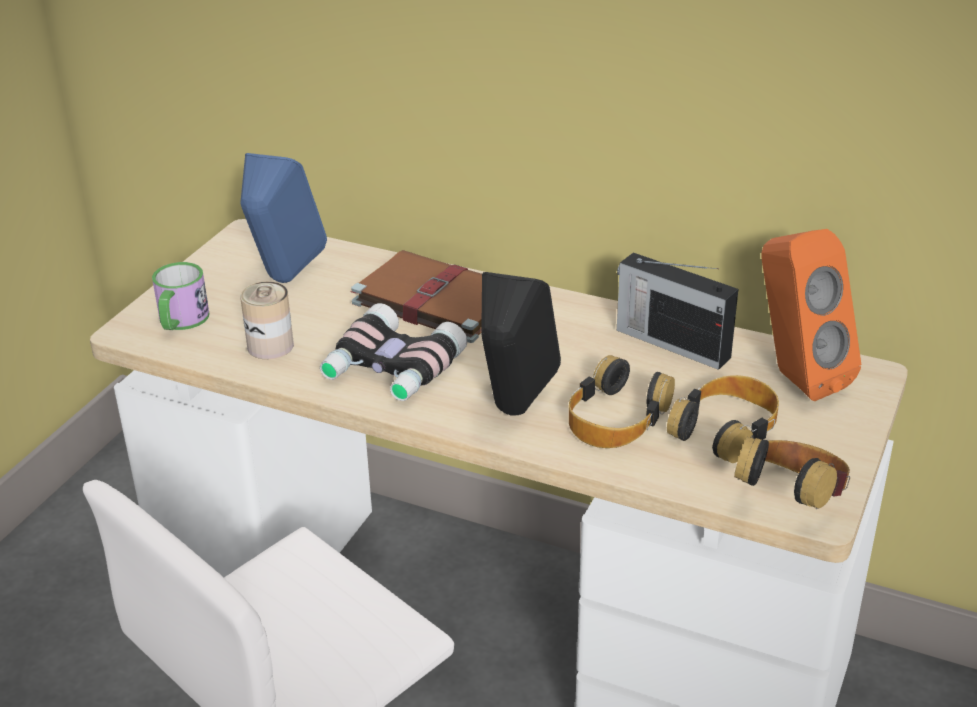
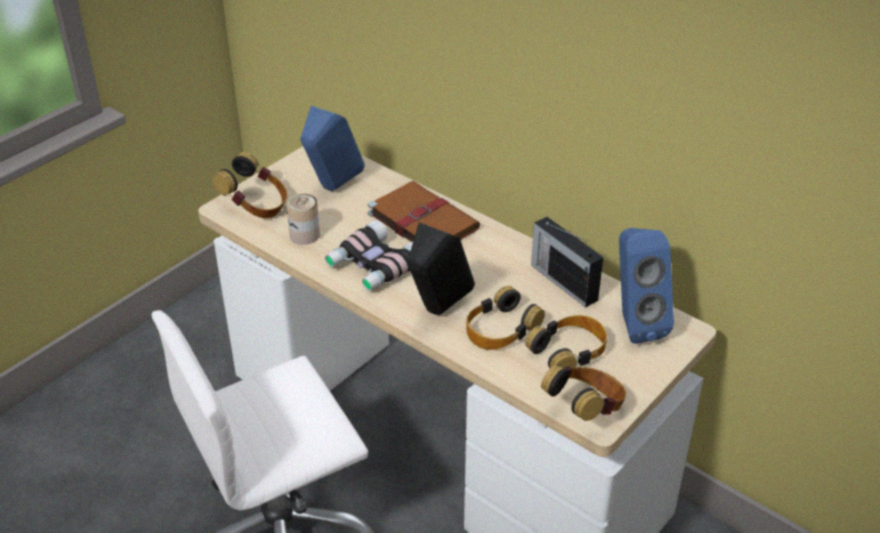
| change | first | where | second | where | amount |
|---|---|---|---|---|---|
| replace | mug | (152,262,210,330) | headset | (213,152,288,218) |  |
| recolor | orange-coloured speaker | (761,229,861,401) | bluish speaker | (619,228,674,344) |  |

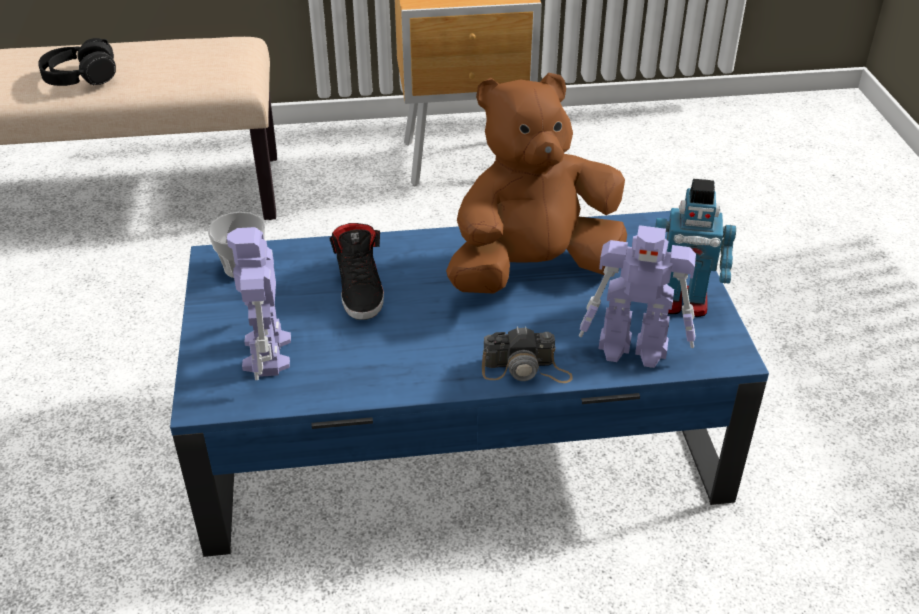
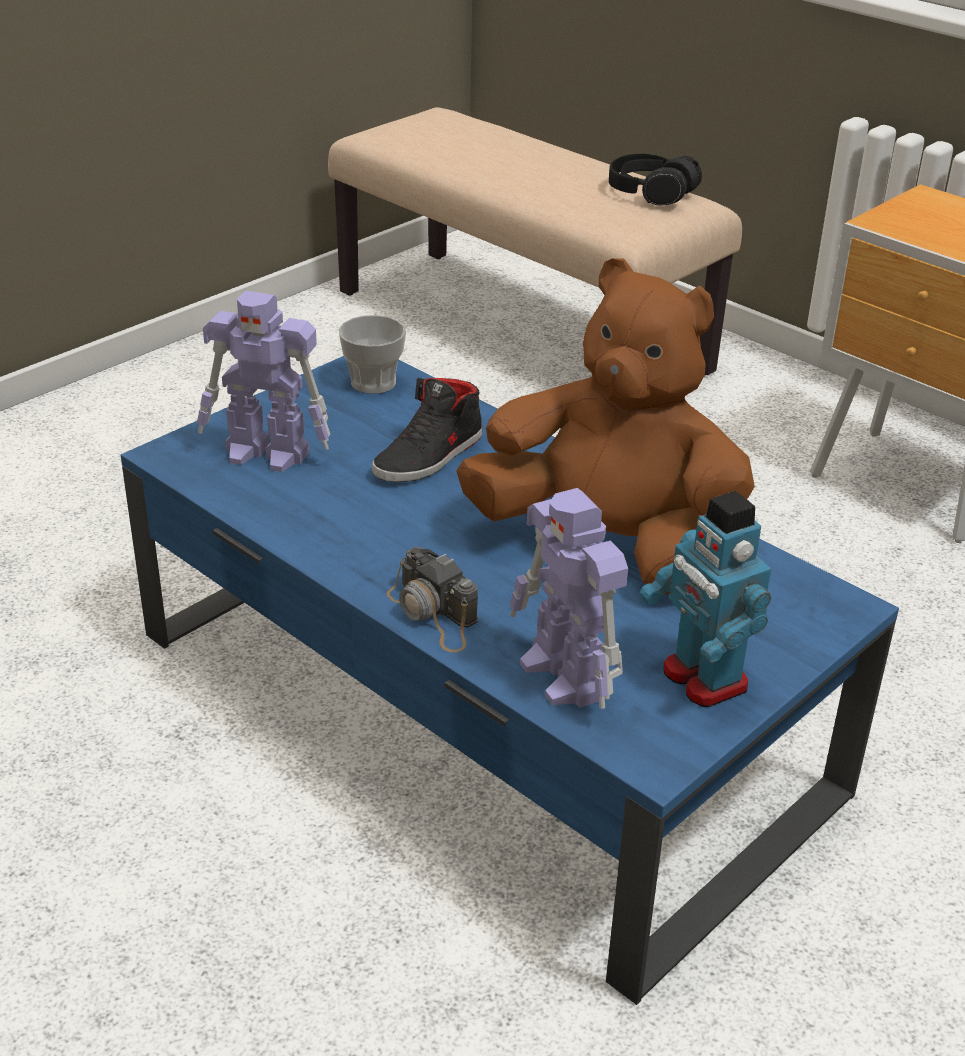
| change | first | where | second | where | amount |
|---|---|---|---|---|---|
| rotate | robot figure | (227,227,291,380) |  | (197,291,330,472) | 120 degrees counterclockwise |
| move | blackish headset | (38,38,116,86) |  | (609,154,702,206) |  |

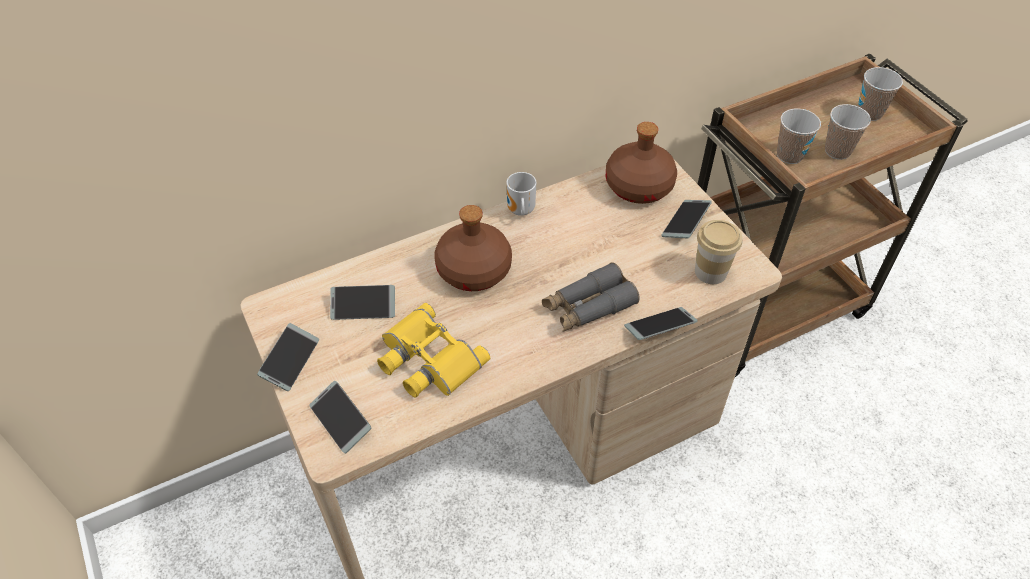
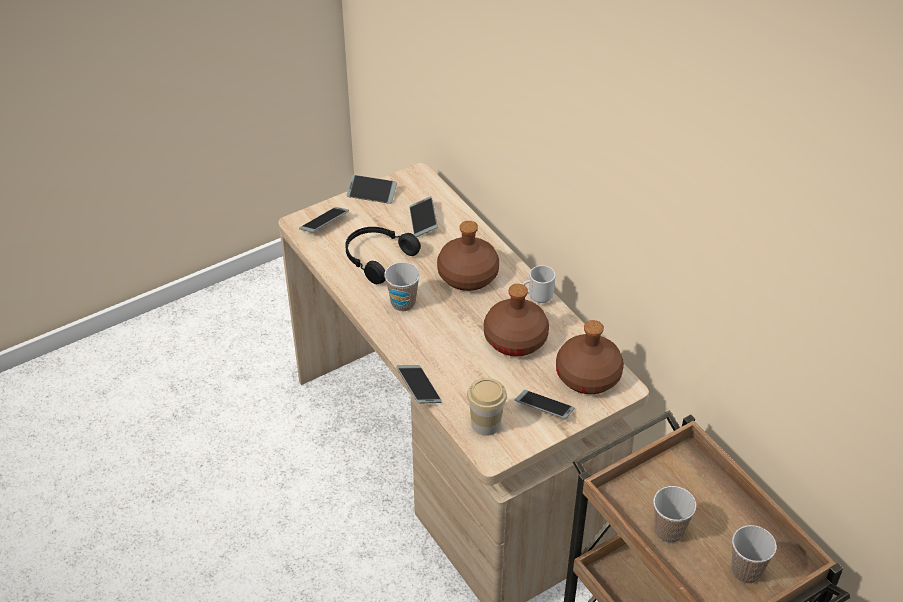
| change | first | where | second | where | amount |
|---|---|---|---|---|---|
| replace | yellow-coloured pair of binoculars | (377,303,490,398) | blackish headset | (345,227,421,284) |  |
| move | drinking cup | (777,108,821,164) |  | (384,262,420,311) |  |
| insert |  |  | brownish drink bottle | (484,284,549,356) |  |
| delete | greyish pair of binoculars | (542,262,640,332) |  |  |  |

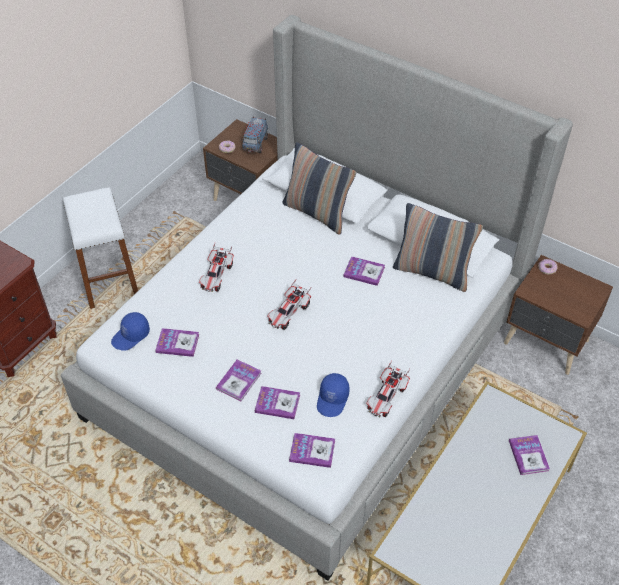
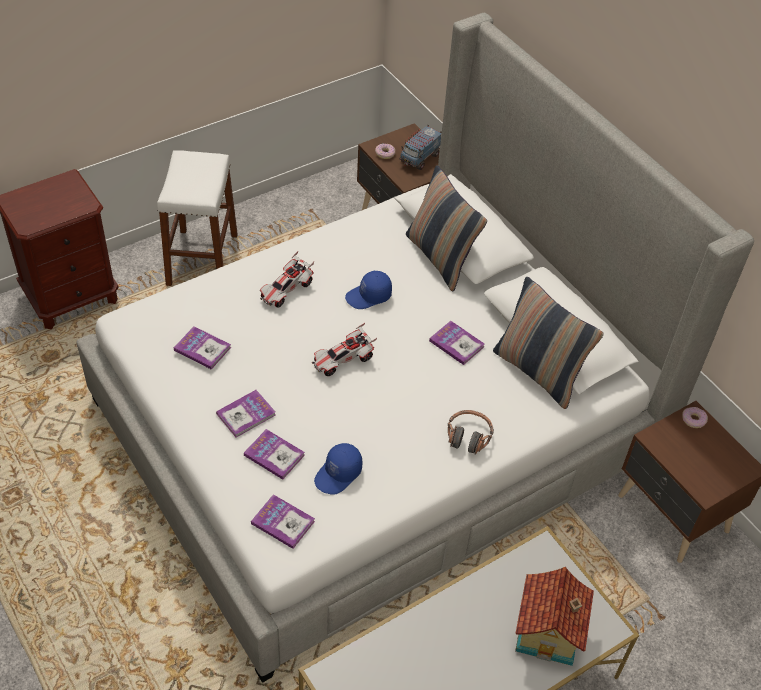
| change | first | where | second | where | amount |
|---|---|---|---|---|---|
| move | bluish peaked cap | (111,312,150,351) |  | (345,271,392,309) |  |
| insert |  |  | headset | (448,410,494,454) |  |
| replace | book | (509,435,550,475) | miniature house | (515,567,594,666) |  |
| delete | model car | (366,360,410,417) |  |  |  |

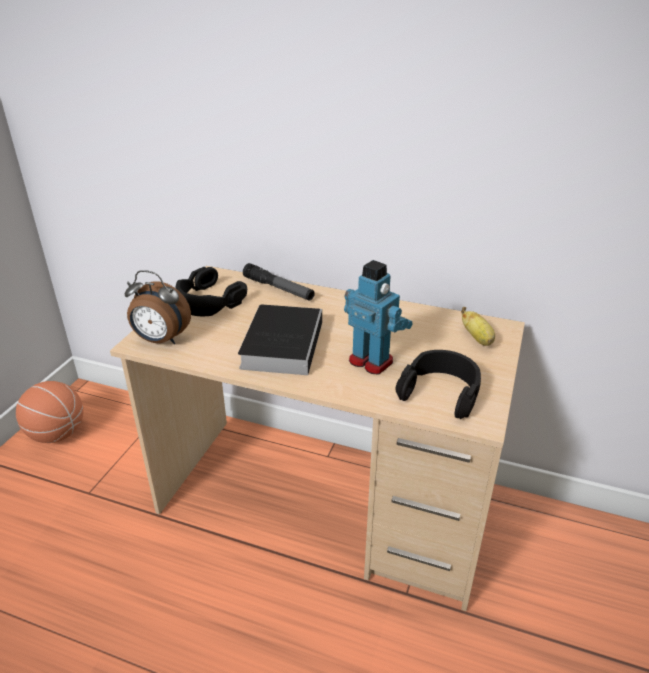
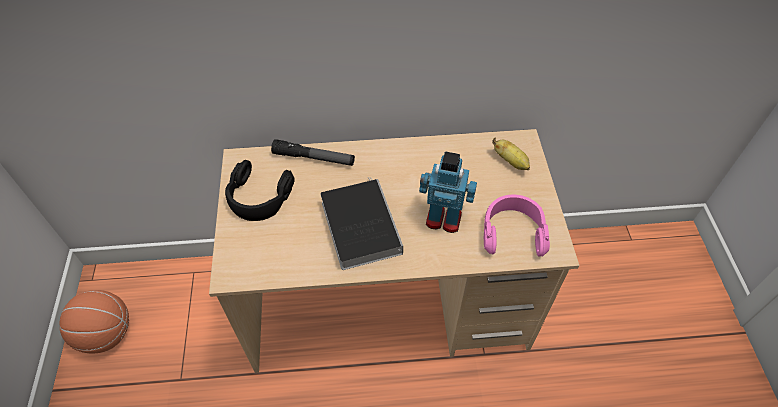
| change | first | where | second | where | amount |
|---|---|---|---|---|---|
| recolor | blackish headset | (395,350,481,419) | pinkish headset | (484,195,550,257) |  |
| delete | bedside clock | (125,270,191,344) |  |  |  |

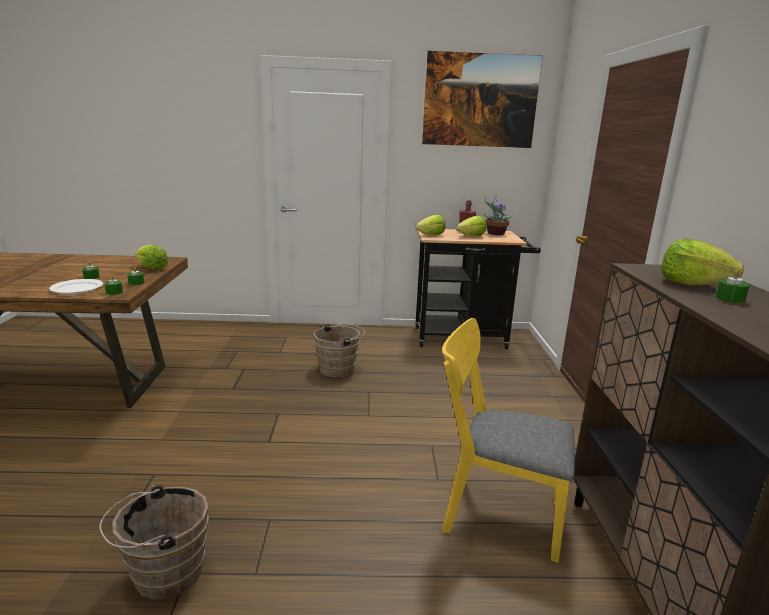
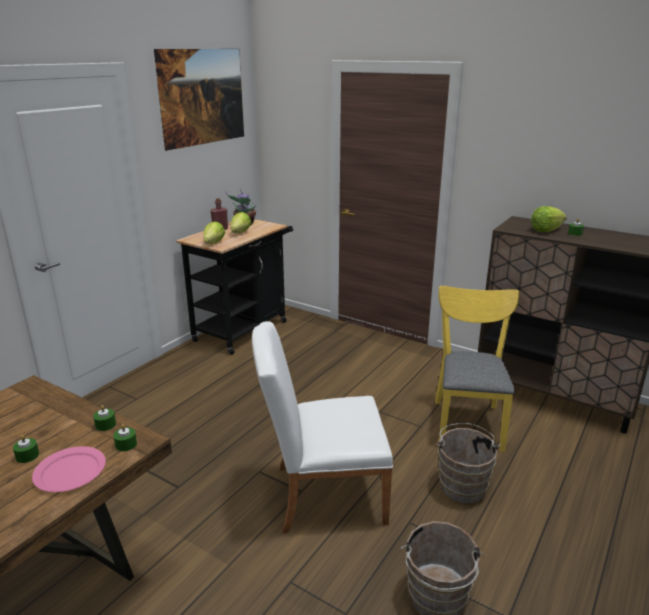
| change | first | where | second | where | amount |
|---|---|---|---|---|---|
| recolor | white-coloured flat dish | (49,279,103,294) | pinkish flat dish | (32,446,106,492) |  |
| insert |  |  | white-coloured plain chair | (252,321,393,533) |  |
| rotate | yellow-coloured plain chair | (442,318,575,563) |  | (435,286,519,452) | 135 degrees clockwise |
| move | brownish bucket | (314,324,365,377) |  | (436,423,501,503) |  |
| delete | head of lettuce | (135,244,168,270) |  |  |  |

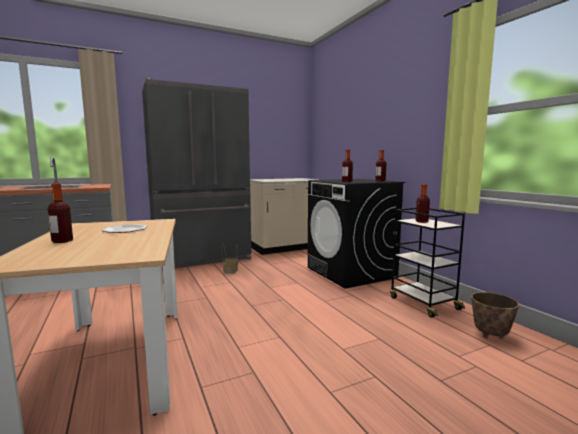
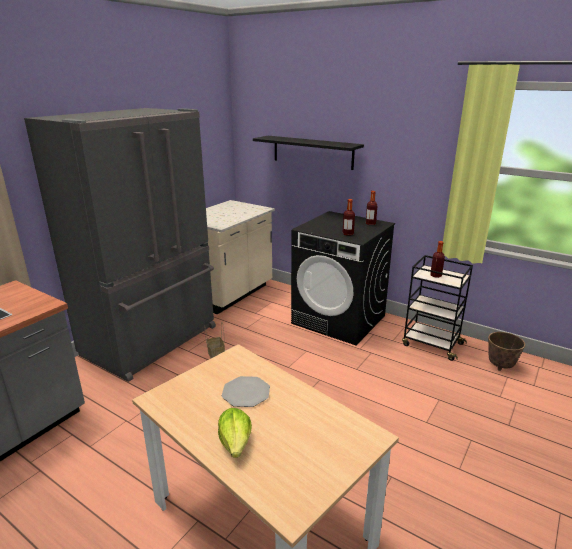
| change | first | where | second | where | amount |
|---|---|---|---|---|---|
| replace | drink bottle | (48,183,73,243) | head of lettuce | (218,408,252,458) |  |
| insert |  |  | blackish shelf | (253,136,364,170) |  |

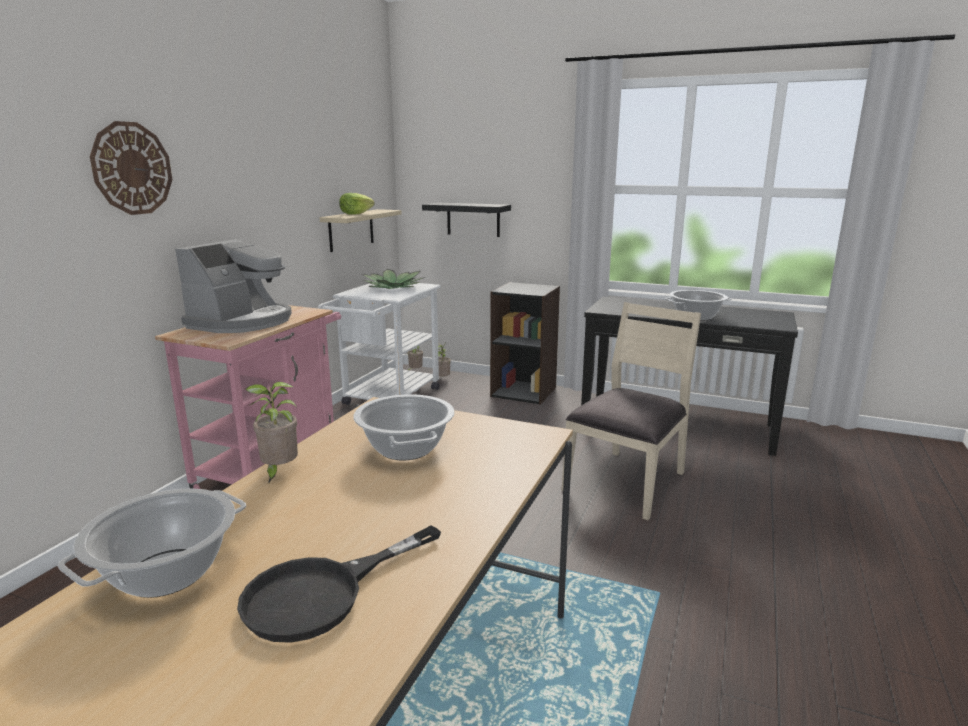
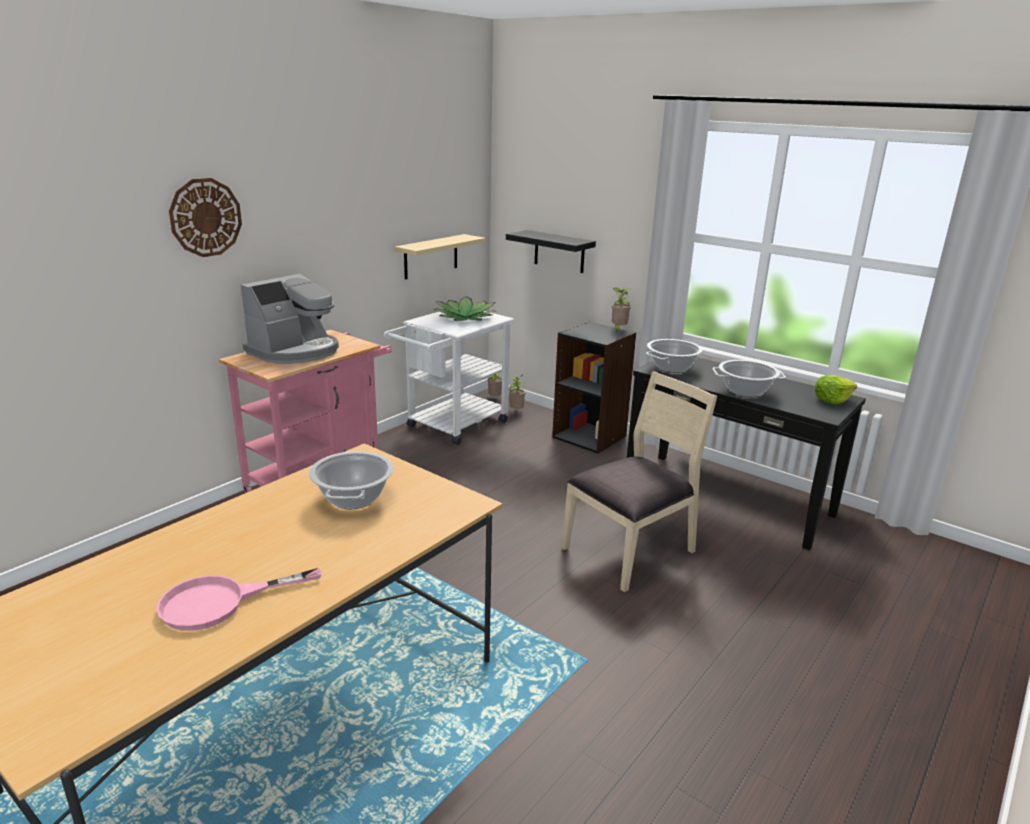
| change | first | where | second | where | amount |
|---|---|---|---|---|---|
| recolor | blackish frying pan | (237,526,441,643) | pinkish frying pan | (156,568,322,631) |  |
| move | houseplant | (246,382,298,484) |  | (612,288,632,332) |  |
| move | saucepot | (58,488,246,598) |  | (646,339,703,373) |  |
| move | head of lettuce | (339,193,375,214) |  | (815,375,857,404) |  |

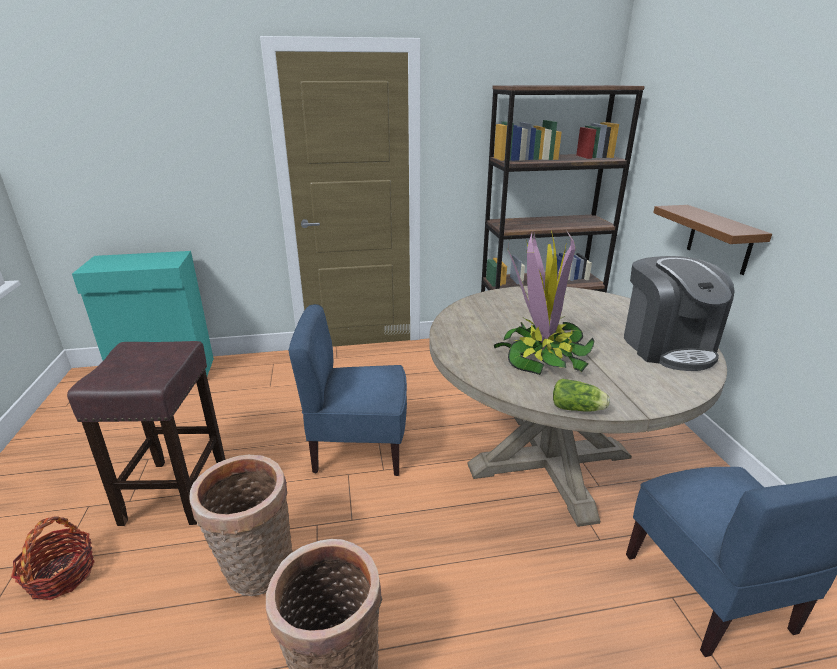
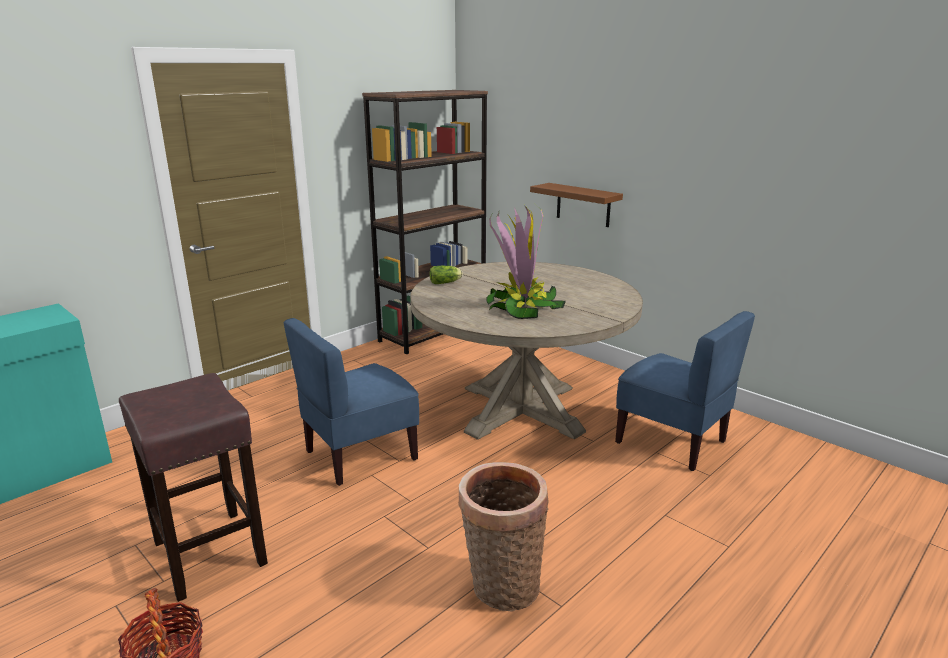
| change | first | where | second | where | amount |
|---|---|---|---|---|---|
| move | head of lettuce | (553,379,610,412) |  | (429,266,463,284) |  |
| delete | basket | (190,455,293,596) |  |  |  |
| delete | coffee brewer | (624,256,735,371) |  |  |  |

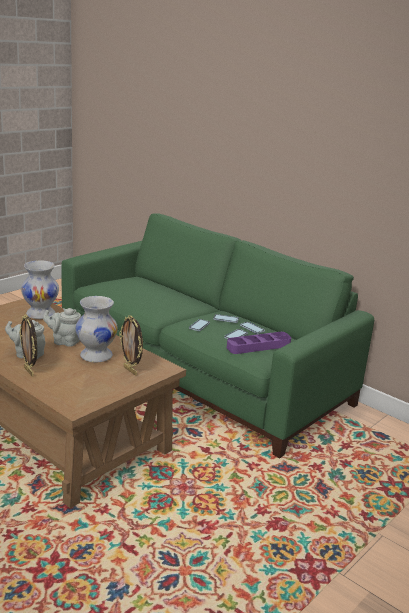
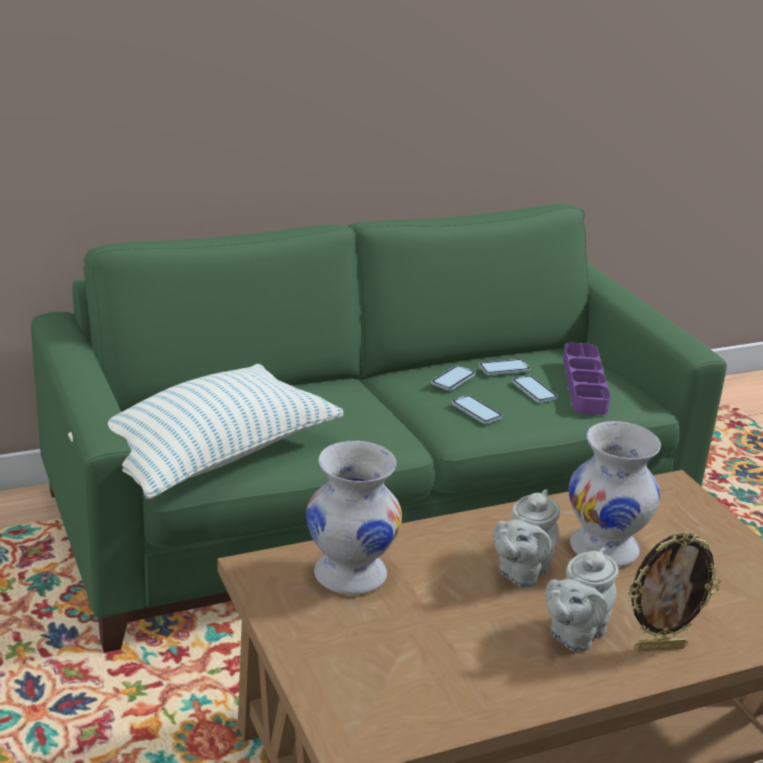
| change | first | where | second | where | amount |
|---|---|---|---|---|---|
| insert |  |  | pillow | (68,364,343,499) |  |
| delete | standing frame | (119,315,143,375) |  |  |  |

